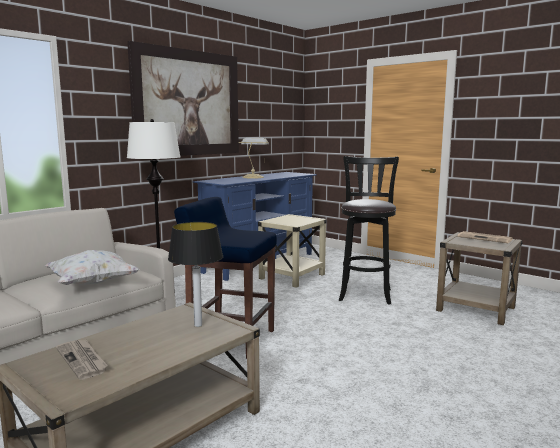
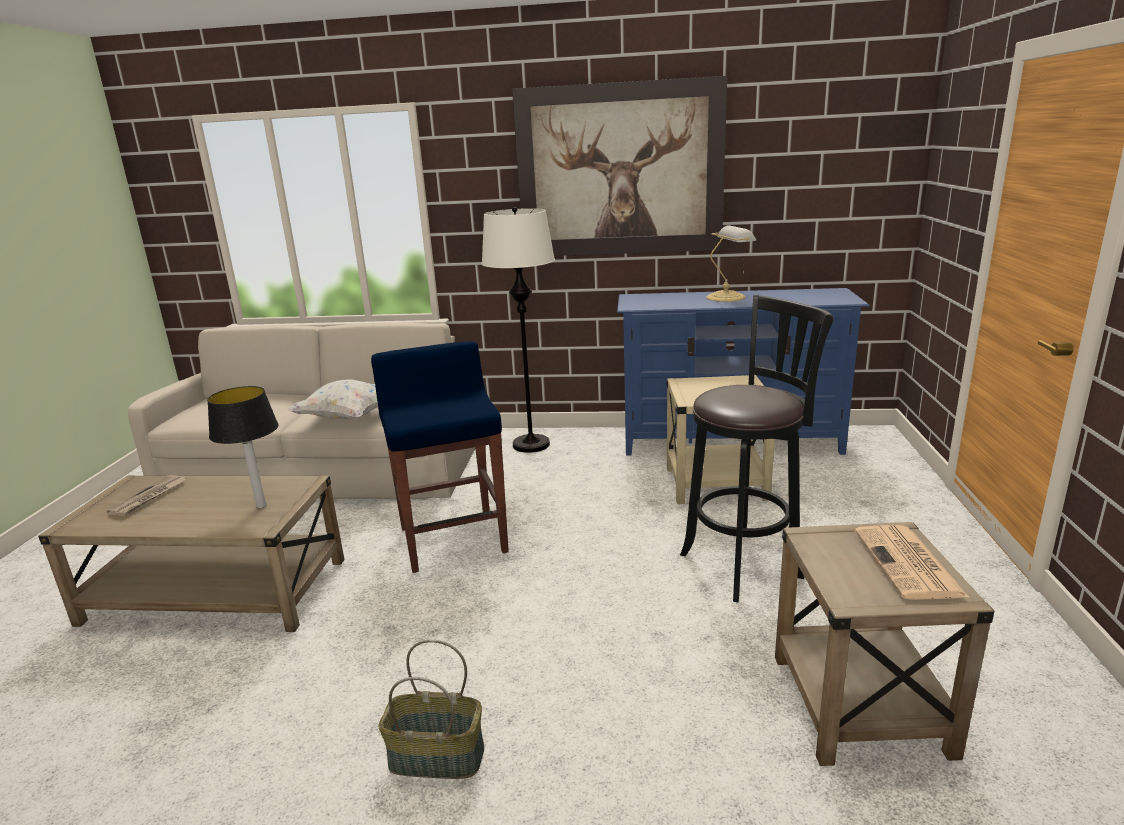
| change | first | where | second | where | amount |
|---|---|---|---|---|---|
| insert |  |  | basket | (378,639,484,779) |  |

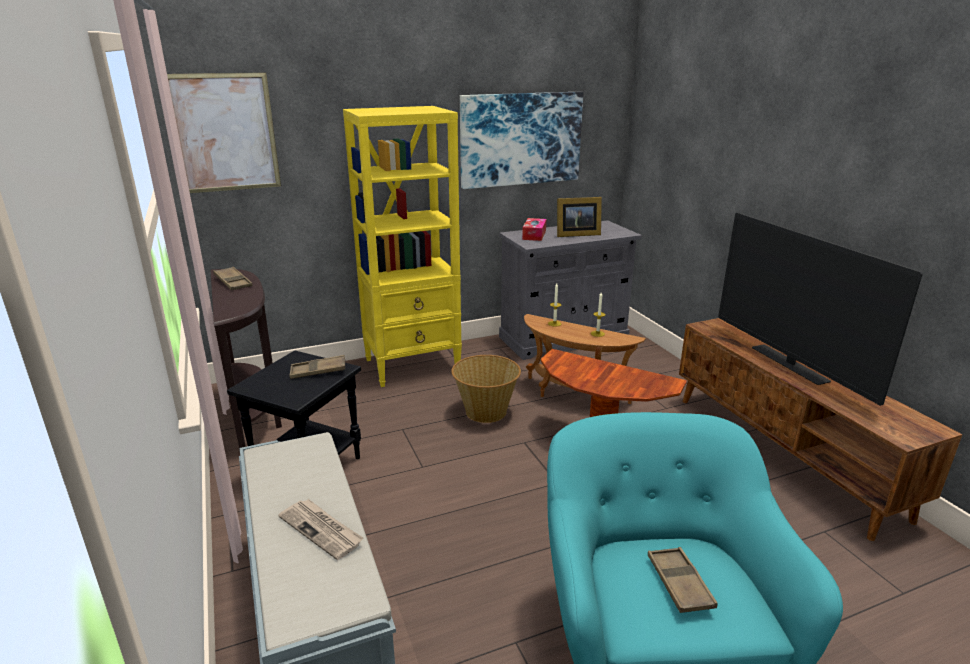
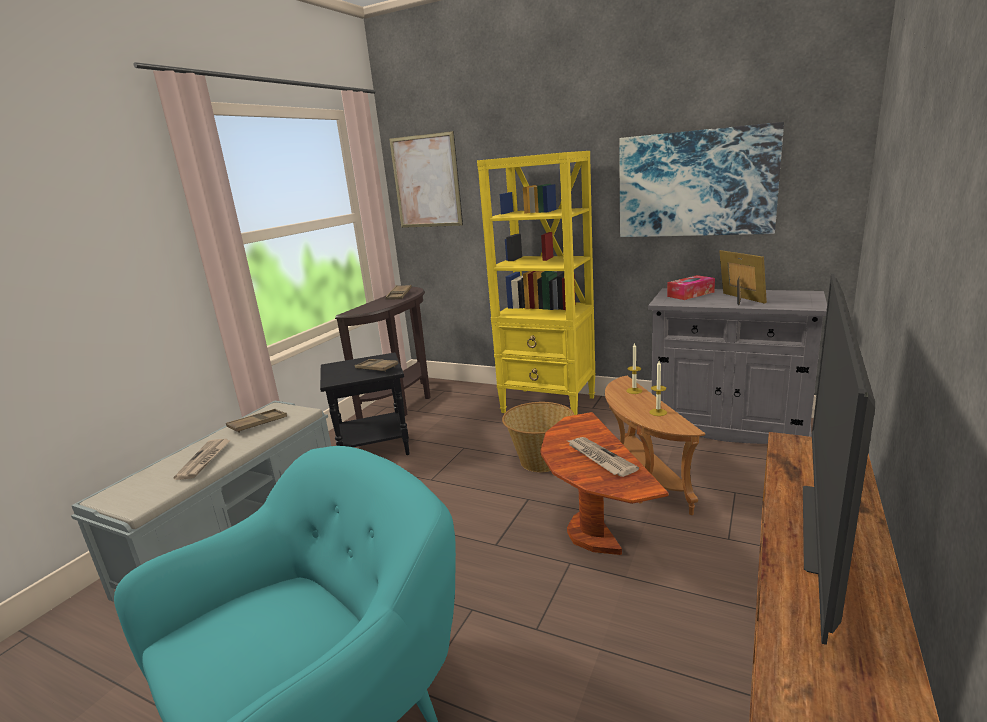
| change | first | where | second | where | amount |
|---|---|---|---|---|---|
| move | brownish serving tray | (648,547,718,613) |  | (226,409,287,433) |  |
| insert |  |  | printed paper | (567,437,639,477) |  |
| rotate | standing frame | (557,197,602,237) |  | (719,250,767,305) | 150 degrees counterclockwise |

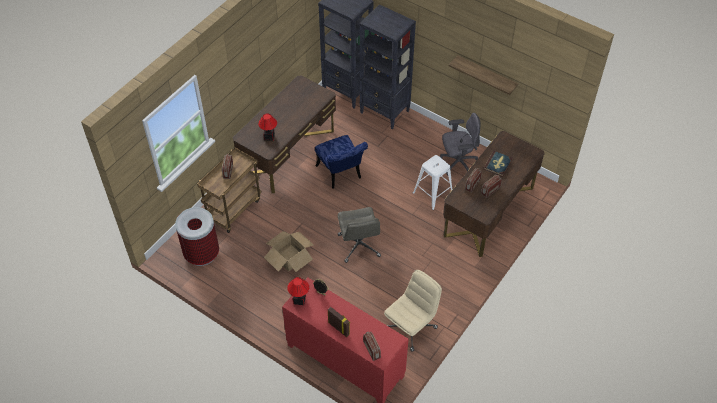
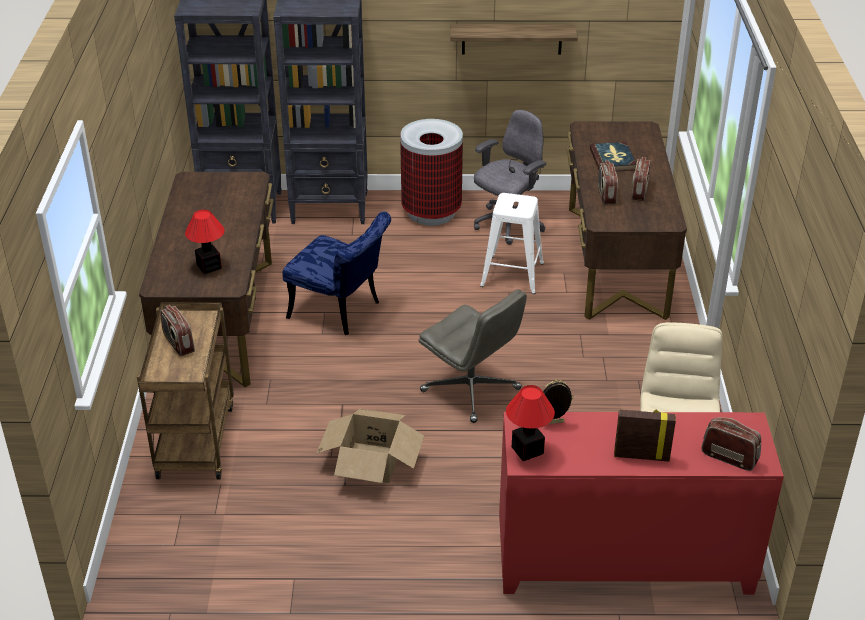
| change | first | where | second | where | amount |
|---|---|---|---|---|---|
| move | trash can | (175,207,219,266) |  | (400,119,463,226) |  |

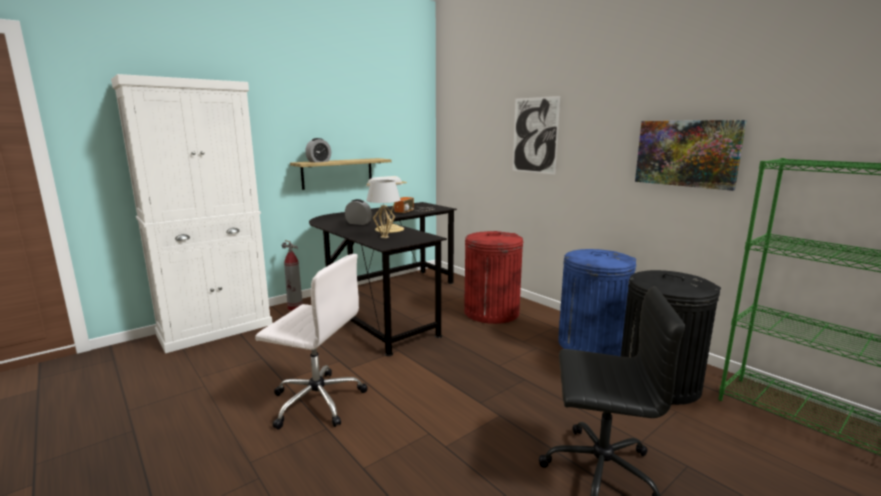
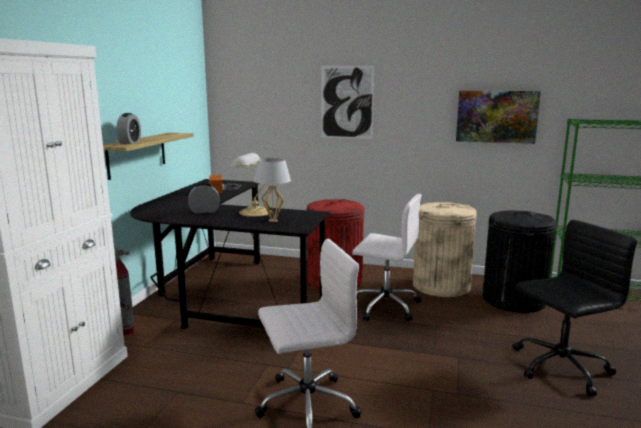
| change | first | where | second | where | amount |
|---|---|---|---|---|---|
| insert |  |  | white-coloured desk chair | (352,194,422,321) |  |
| recolor | bluish trash can | (558,249,636,356) | beige-coloured trash can | (413,202,477,297) |  |

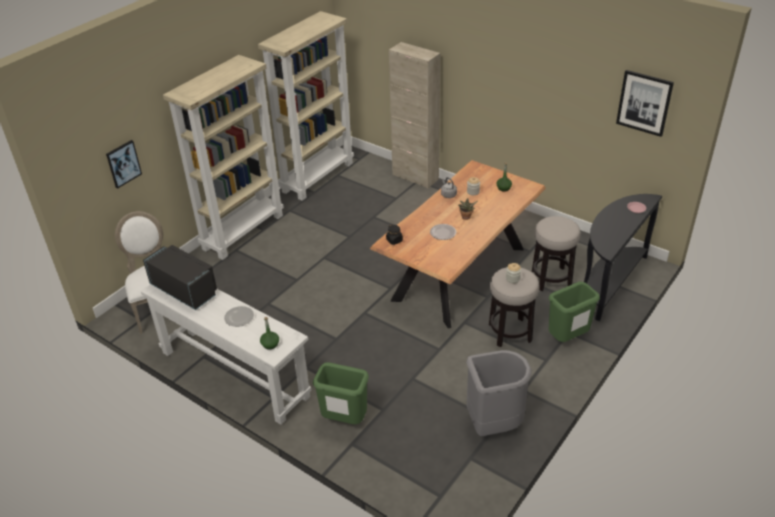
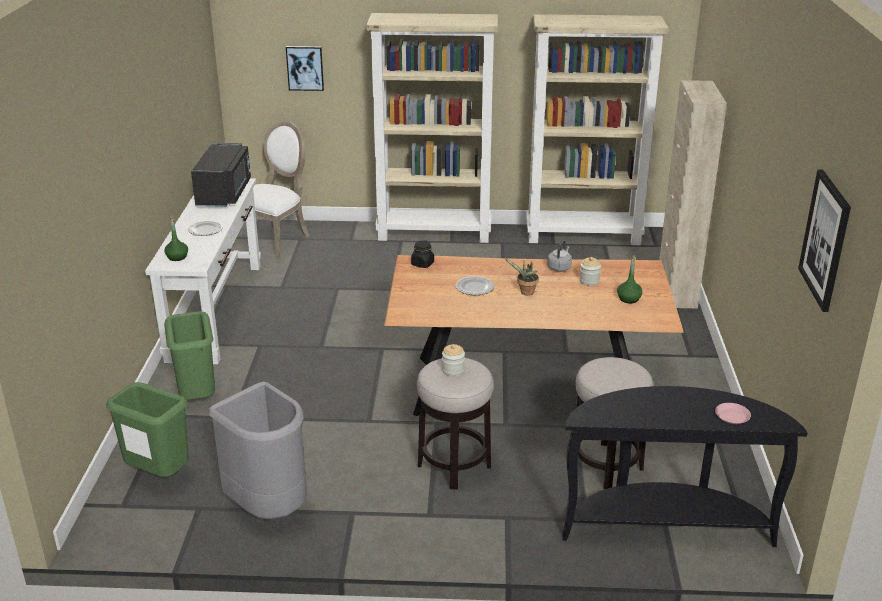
| change | first | where | second | where | amount |
|---|---|---|---|---|---|
| move | greenish trash can | (549,282,600,342) |  | (106,382,189,477) |  |

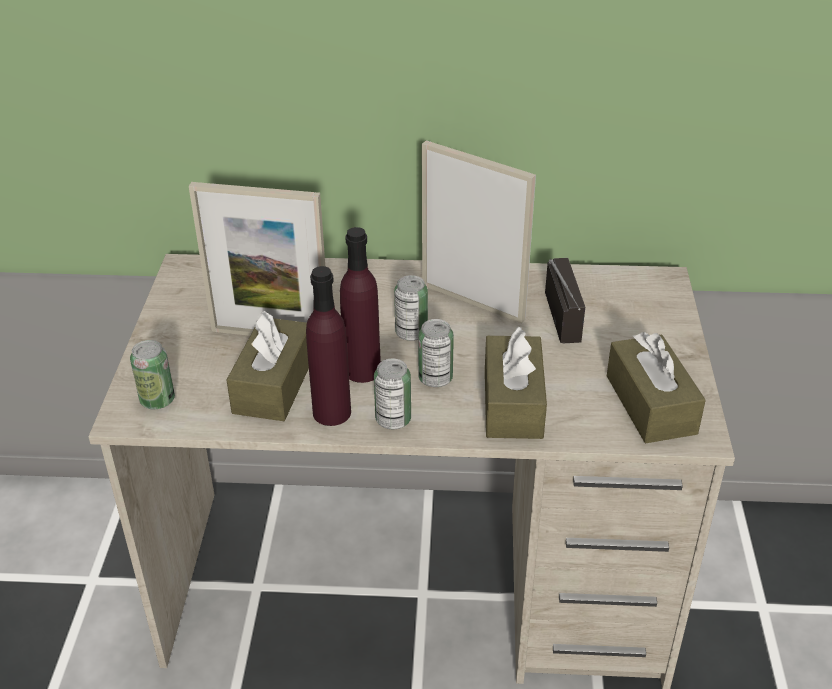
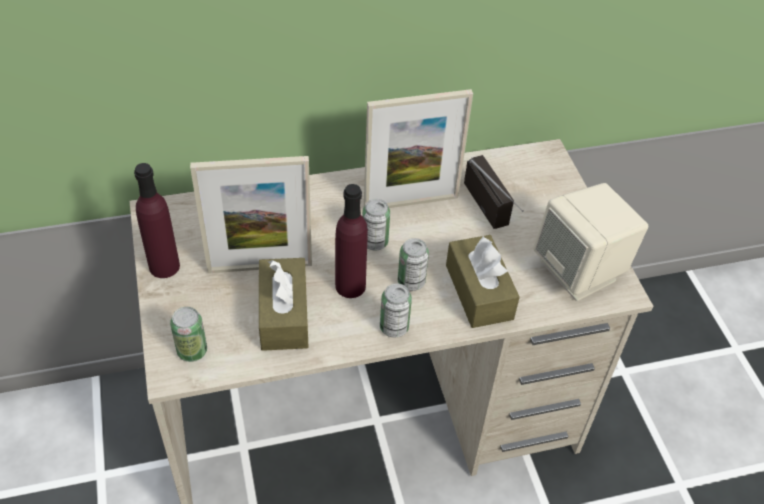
| change | first | where | second | where | amount |
|---|---|---|---|---|---|
| move | purple-coloured drink bottle | (306,266,351,426) |  | (134,163,180,278) |  |
| rotate | standing frame | (422,140,536,324) |  | (364,89,473,208) | 150 degrees clockwise |
| replace | brownish tissue holder | (607,332,706,443) | beige-coloured speaker | (533,183,648,301) |  |

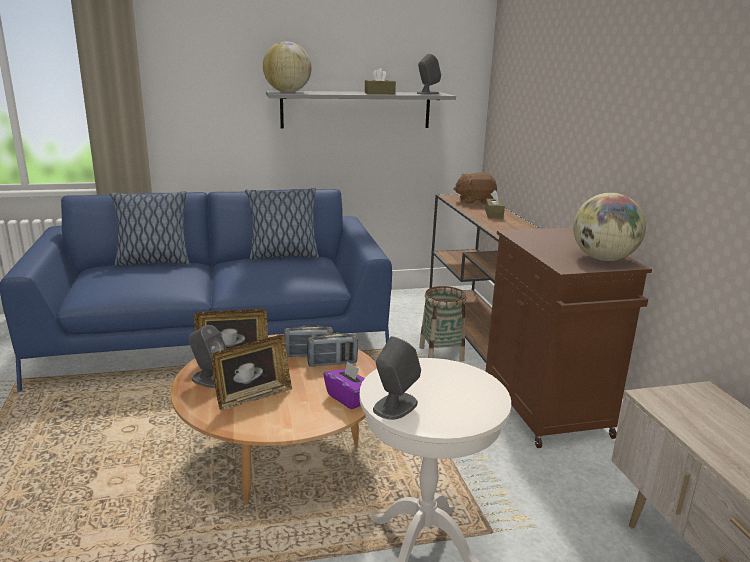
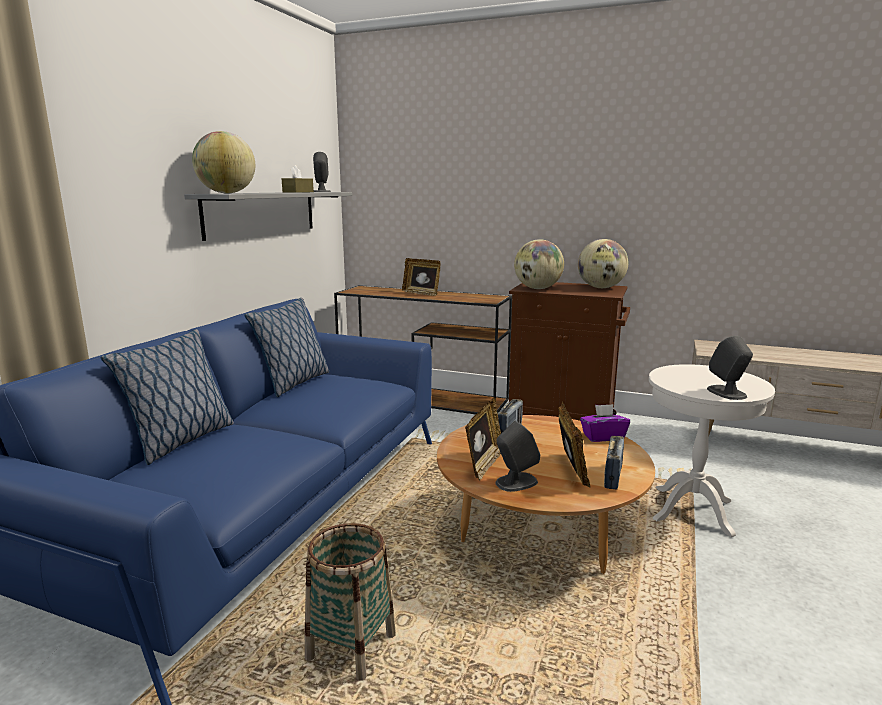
| change | first | where | second | where | amount |
|---|---|---|---|---|---|
| move | basket | (419,286,466,362) |  | (305,523,396,680) |  |
| replace | brownish tissue holder | (485,190,505,219) | standing frame | (402,258,441,296) |  |
| insert |  |  | desk globe | (514,239,564,289) |  |
| move | radio set | (307,333,358,367) |  | (604,436,624,490) |  |
| delete | brownish soft toy | (454,173,497,204) |  |  |  |

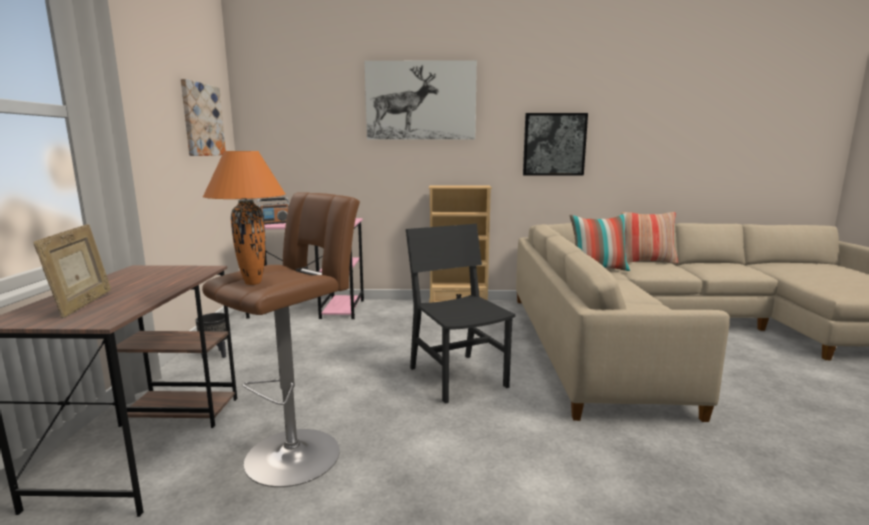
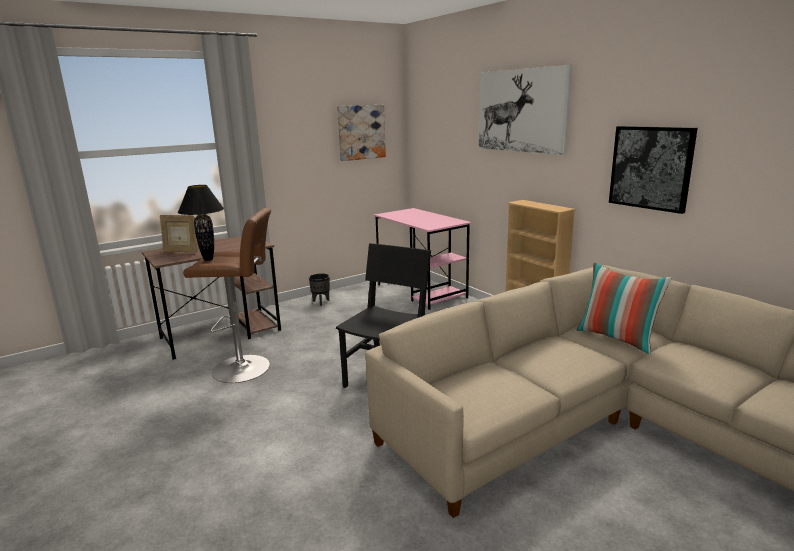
| change | first | where | second | where | amount |
|---|---|---|---|---|---|
| rotate | standing frame | (34,224,111,318) |  | (160,215,197,253) | 60 degrees clockwise |
| recolor | orange-coloured tabletop lamp | (203,151,286,285) | blackish tabletop lamp | (178,185,224,261) |  |
| delete | radio set | (257,197,289,225) |  |  |  |
| delete | pillow | (622,212,678,264) |  |  |  |

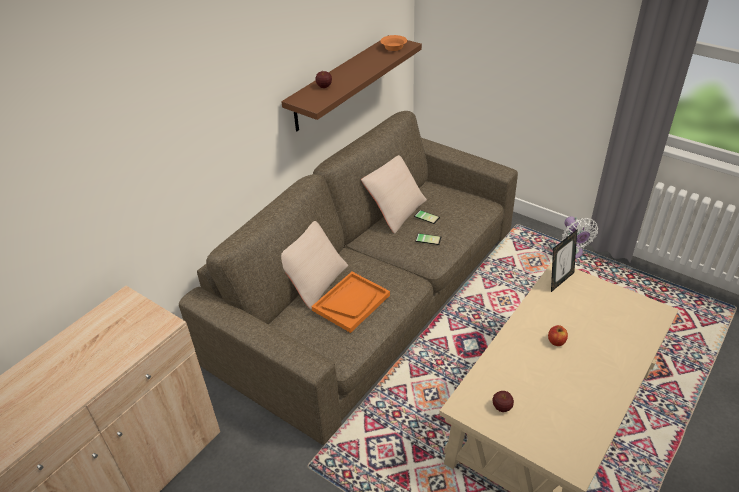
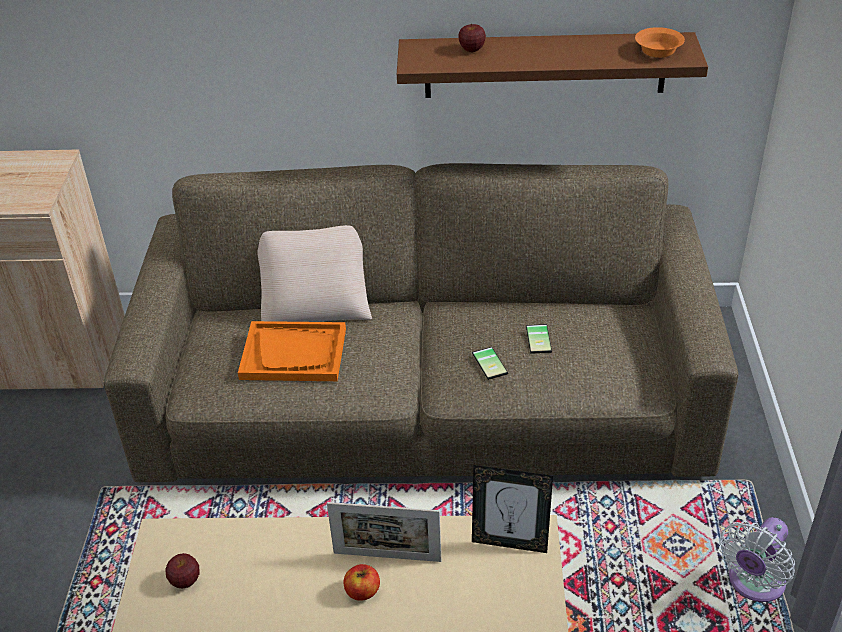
| change | first | where | second | where | amount |
|---|---|---|---|---|---|
| insert |  |  | standing frame | (327,502,441,562) |  |
| delete | beige-coloured pillow | (361,155,427,234) |  |  |  |

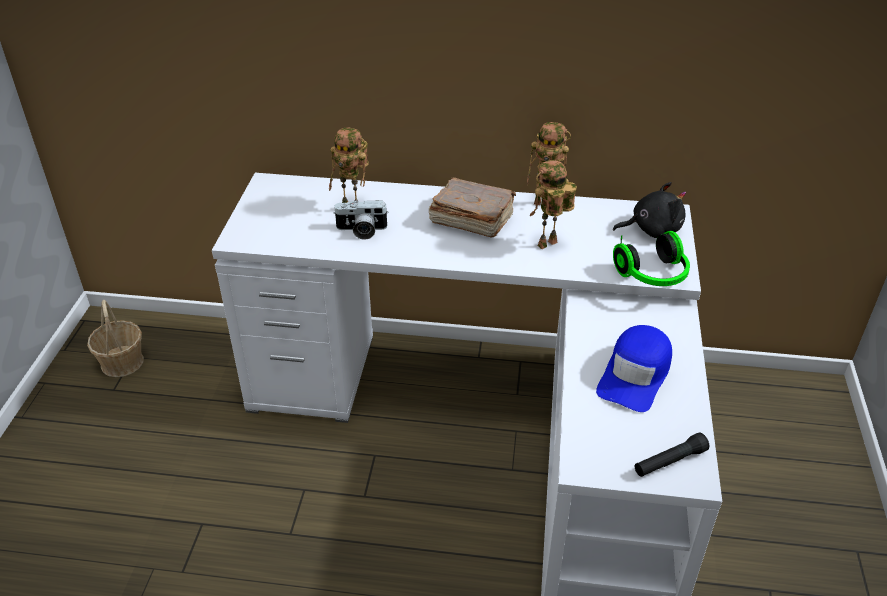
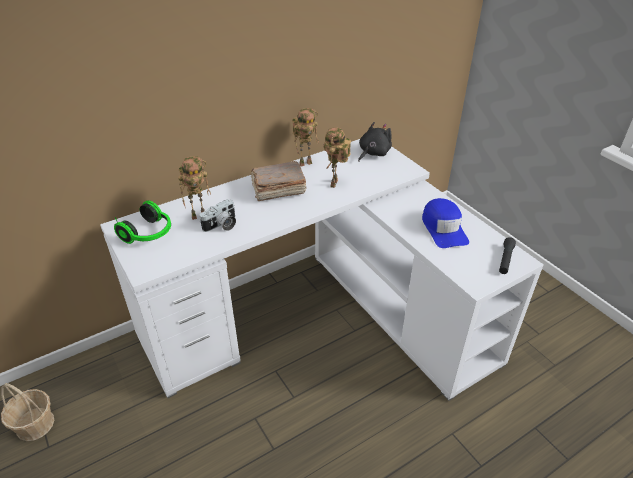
| change | first | where | second | where | amount |
|---|---|---|---|---|---|
| move | headset | (613,231,690,286) |  | (114,200,171,244) |  |

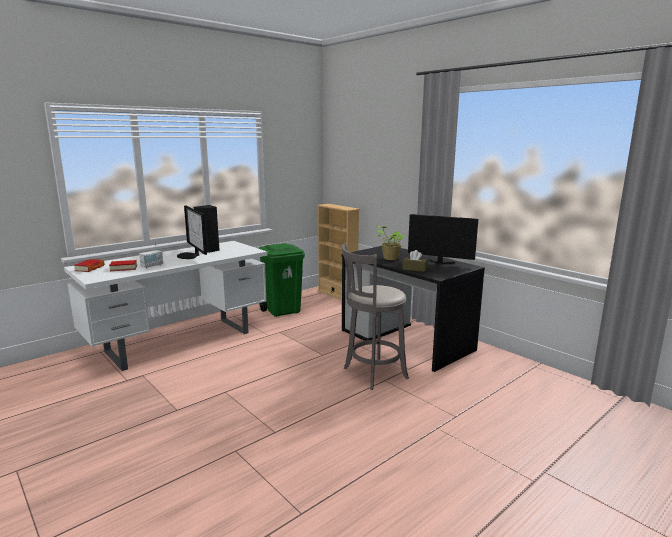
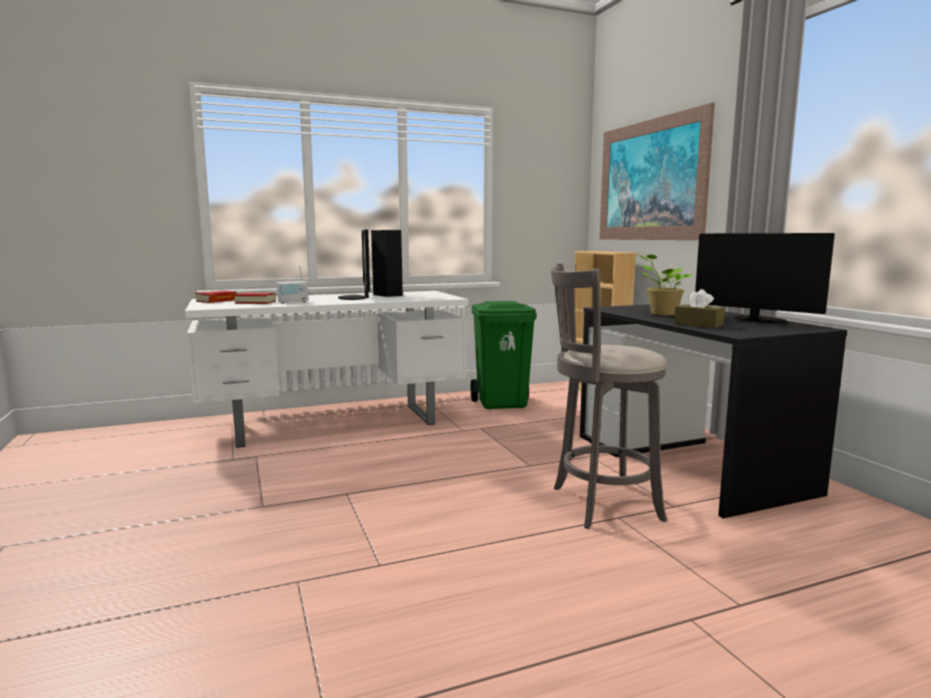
| change | first | where | second | where | amount |
|---|---|---|---|---|---|
| insert |  |  | wall picture | (600,103,715,240) |  |

